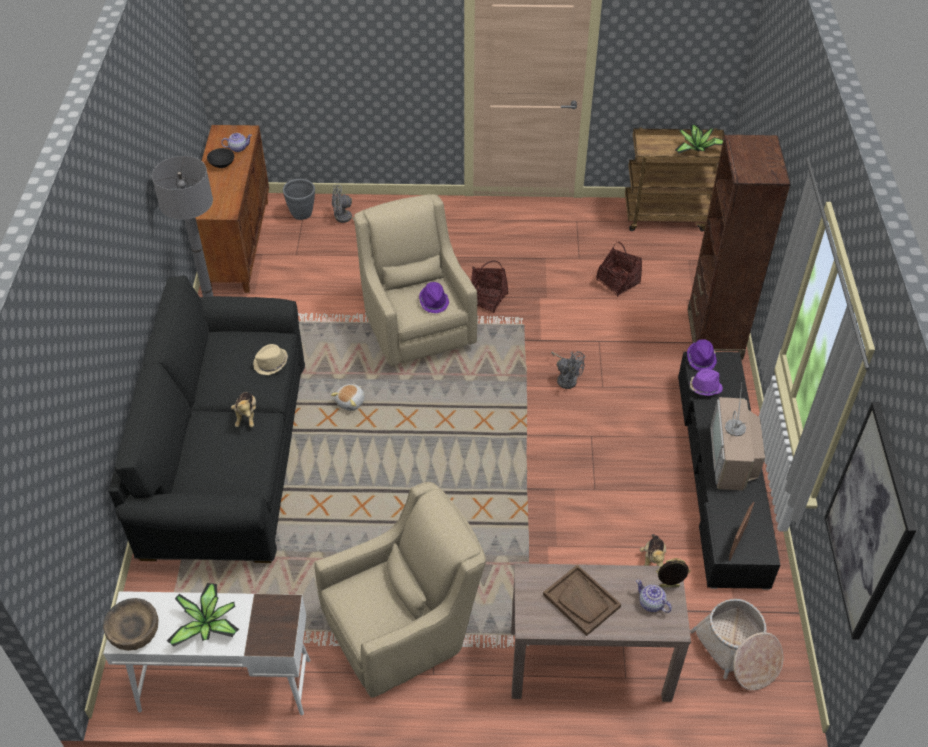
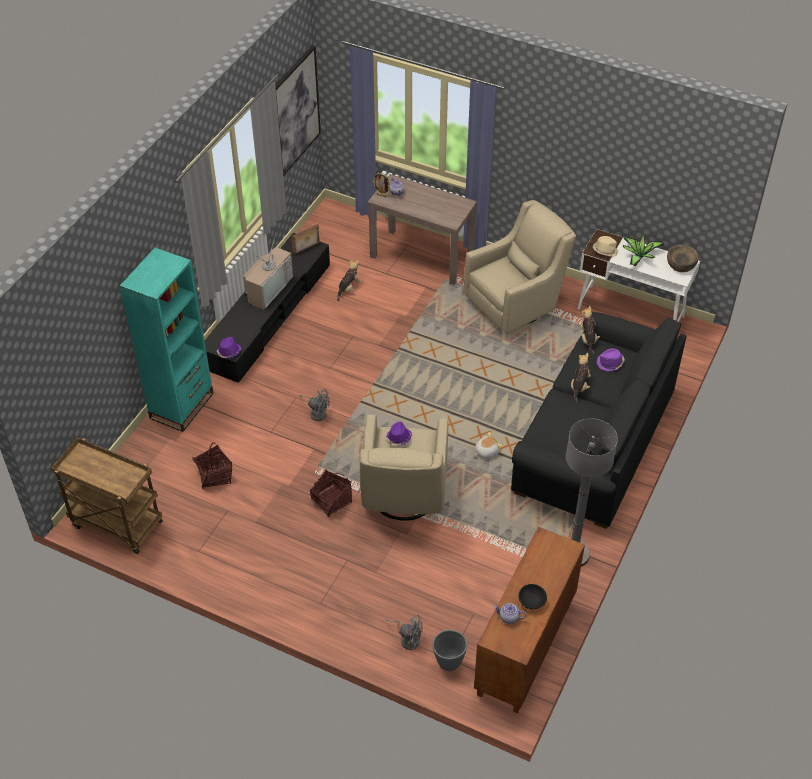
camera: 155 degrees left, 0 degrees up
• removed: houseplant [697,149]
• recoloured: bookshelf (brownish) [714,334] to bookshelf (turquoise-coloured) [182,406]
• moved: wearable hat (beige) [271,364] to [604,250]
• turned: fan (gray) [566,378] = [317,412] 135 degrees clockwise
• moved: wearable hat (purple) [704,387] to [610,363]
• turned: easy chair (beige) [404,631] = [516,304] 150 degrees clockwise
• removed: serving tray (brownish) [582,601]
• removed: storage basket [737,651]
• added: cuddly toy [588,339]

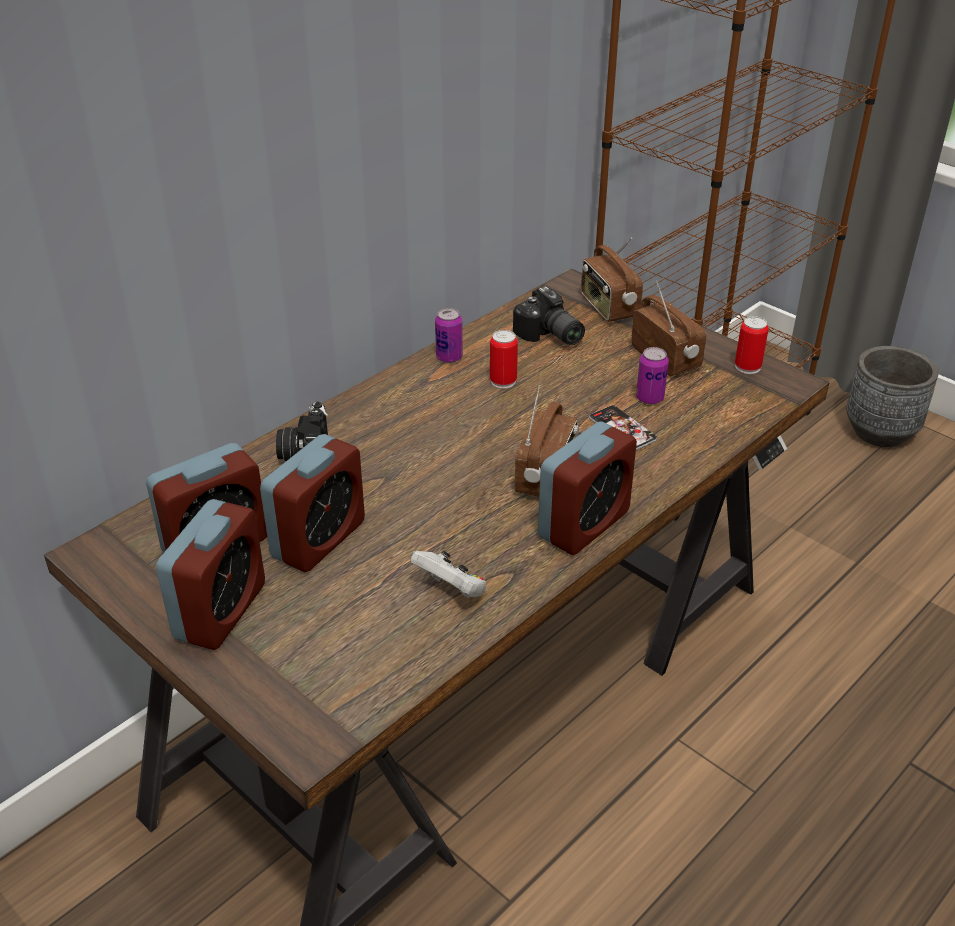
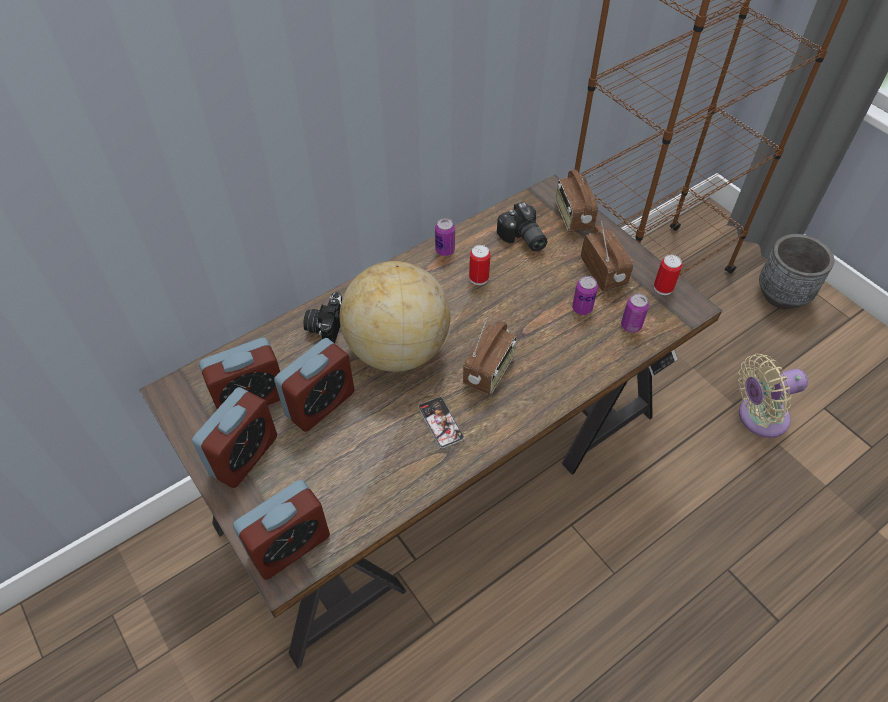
camera: 10 degrees right, 15 degrees up
• moved: handset [622,429] to [440,423]
• moved: bedside clock [584,524] to [289,545]
• removed: joypad (white) [451,590]
• added: world globe [397,349]
• added: metal can [631,326]
• added: fan (beige) [758,417]

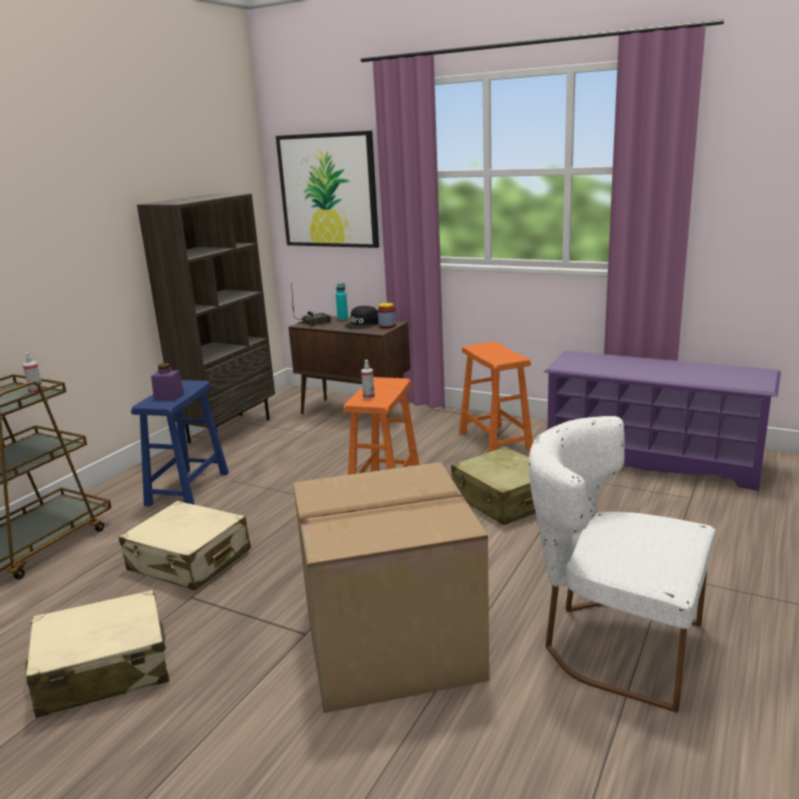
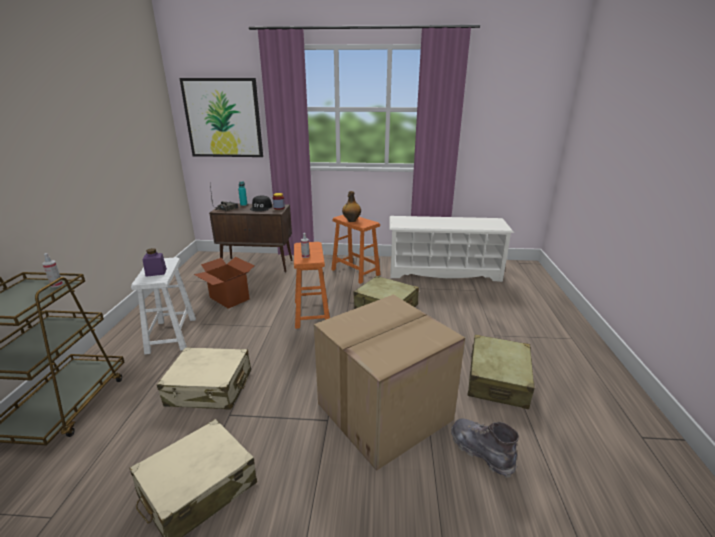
camera: 25 degrees left, 5 degrees up
• removed: bookshelf (brownish) [229,430]
• recoloured: shoe stand (purple) [653,459] to shoe stand (white) [443,271]
• recoloured: stool seat (bluish) [187,489] to stool seat (white) [171,335]
• replaced: upright chair (white) [612,644] to piece of luggage (beige) [497,380]
• added: beverage bottle [351,220]
• added: cardboard box [229,298]
• added: high-top boot (gray) [481,451]

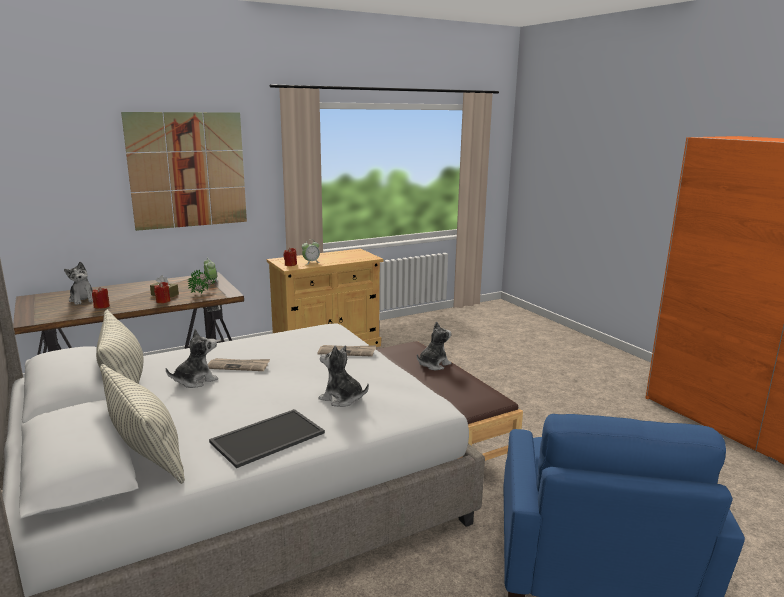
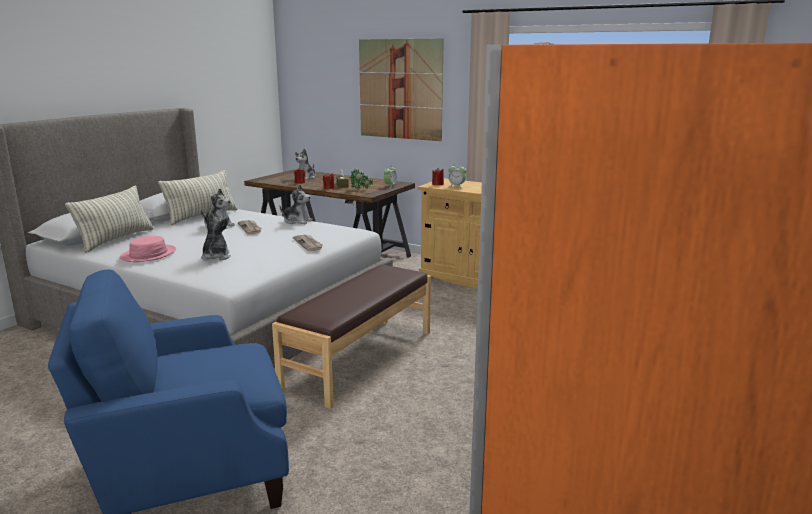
camera: 60 degrees right, 0 degrees up
• moved: cuddly toy [433,364] to [297,221]
• replaced: serving tray [268,436] to wearable hat (pink-coloured) [148,254]

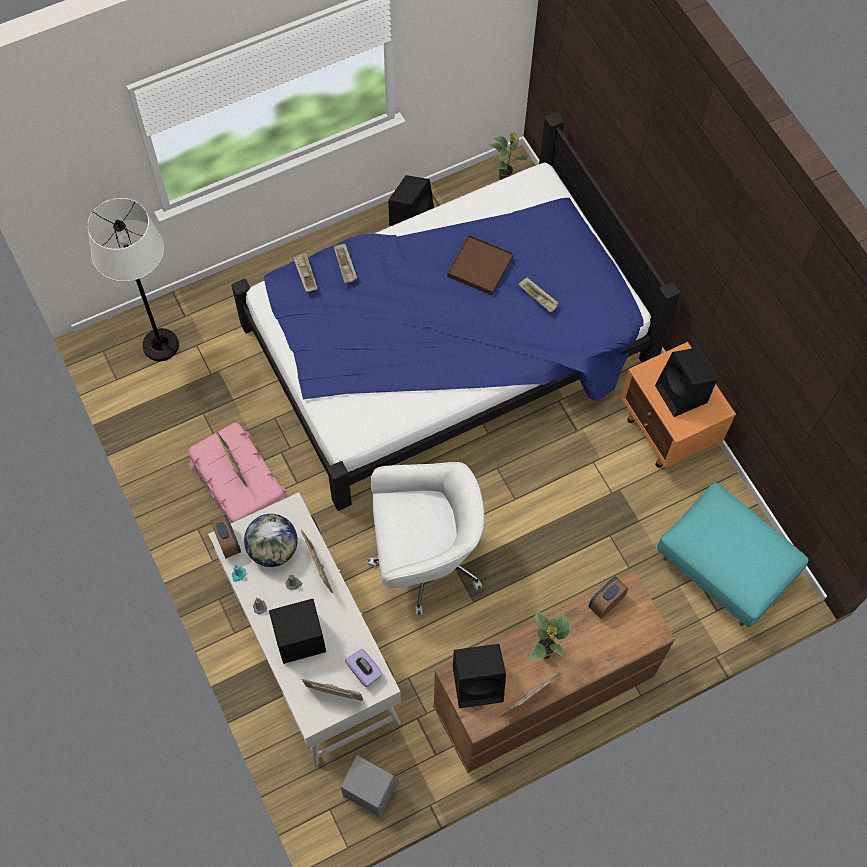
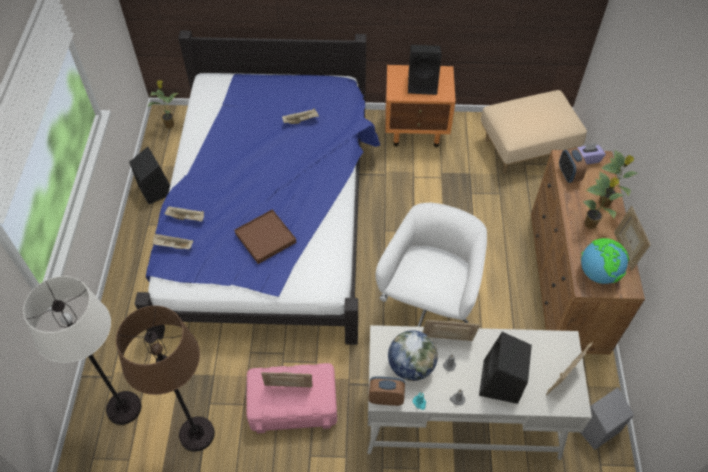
camera: 60 degrees left, 10 degrees down
• moved: serving tray (brownish) [480,267] to [265,238]
• recoloured: footrest (turquoise-coloured) [723,569] to footrest (beige) [526,148]
• replaced: loudspeaker (black-coloured) [479,683] to world globe [598,273]
• moved: tissue holder (purple) [364,671] to [586,159]
• added: houseplant [605,203]
• added: floor lamp (brownish) [196,434]

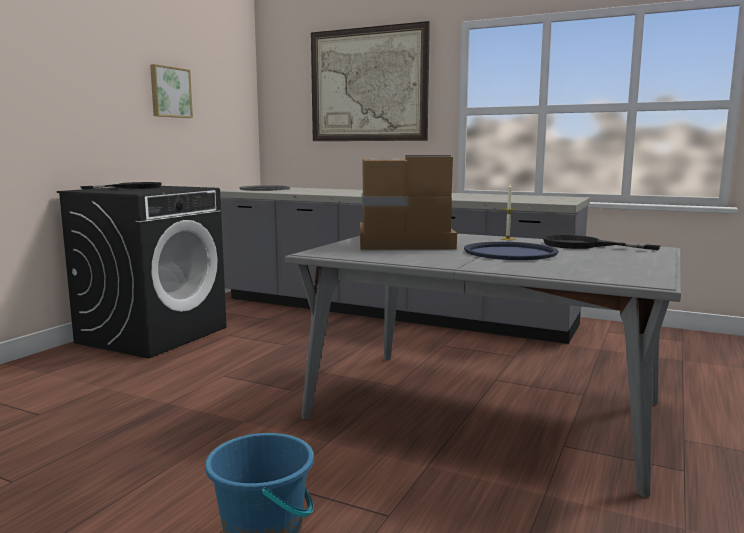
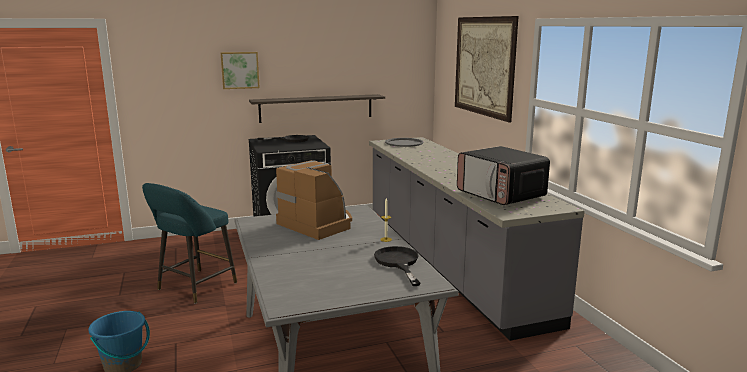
camera: 45 degrees right, 5 degrees up
• moved: picture [170,92] to [240,70]
• removed: serving tray (bluish) [510,253]
• added: bracket shelf [316,108]
• added: kitchen microwave [501,195]
• added: stool seat (turquoise-coloured) [194,288]

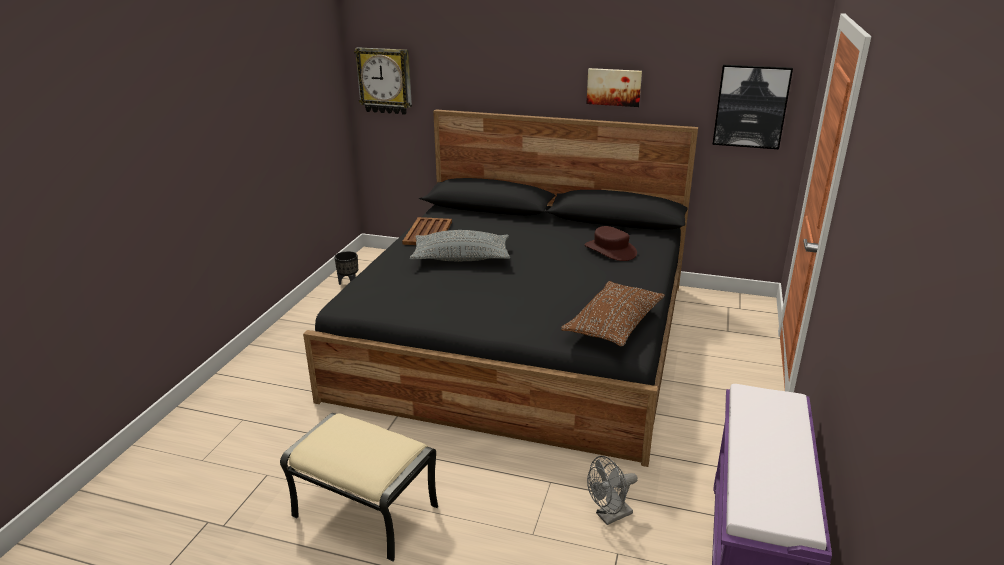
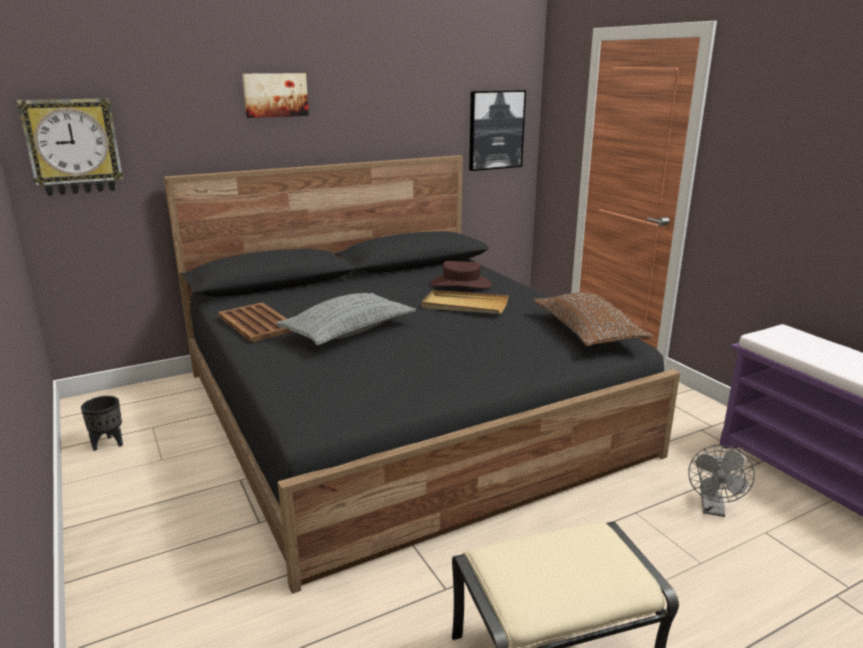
camera: 45 degrees left, 5 degrees down
• moved: picture [614,87] to [275,95]
• added: serving tray (beige) [464,305]

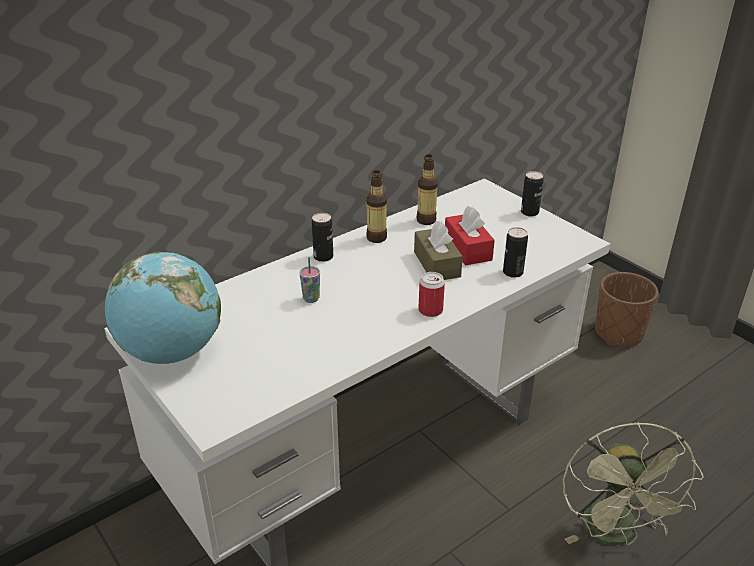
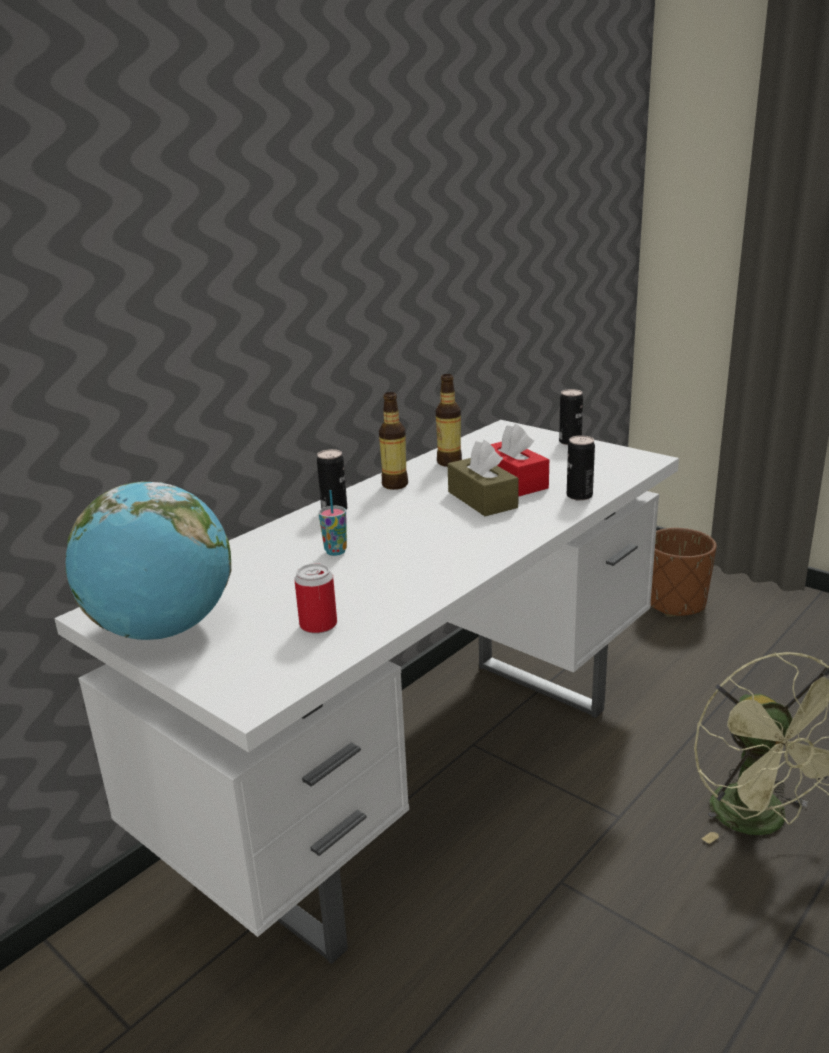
camera: 10 degrees left, 10 degrees down
• moved: metal can [430,310] to [318,625]

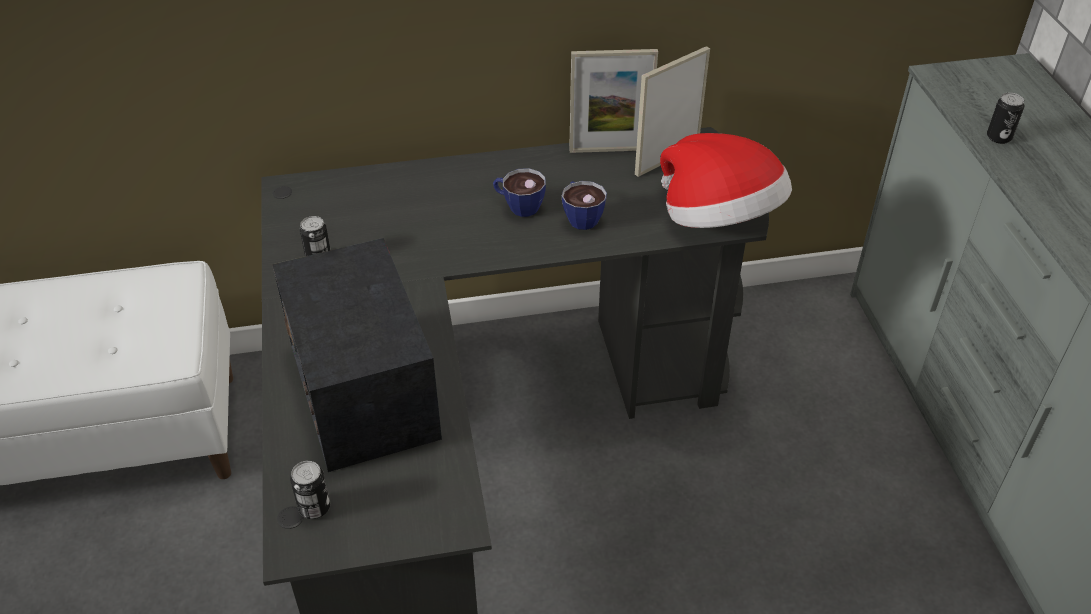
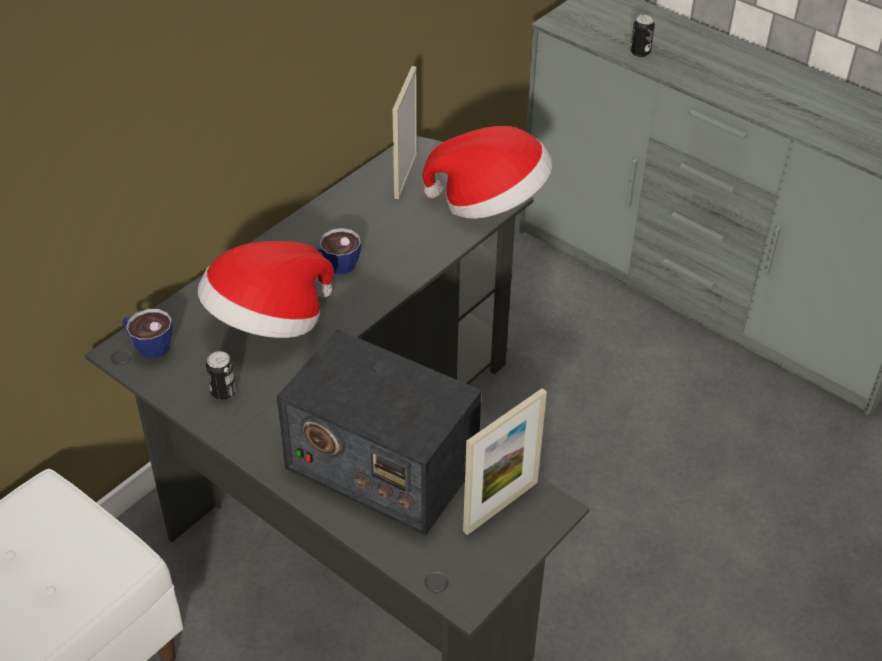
camera: 40 degrees left, 0 degrees up
• moved: picture frame [609,149] to [501,506]
• moved: small cup [580,216] to [148,345]
• removed: metal can [314,507]
• added: wearable hat [268,322]

